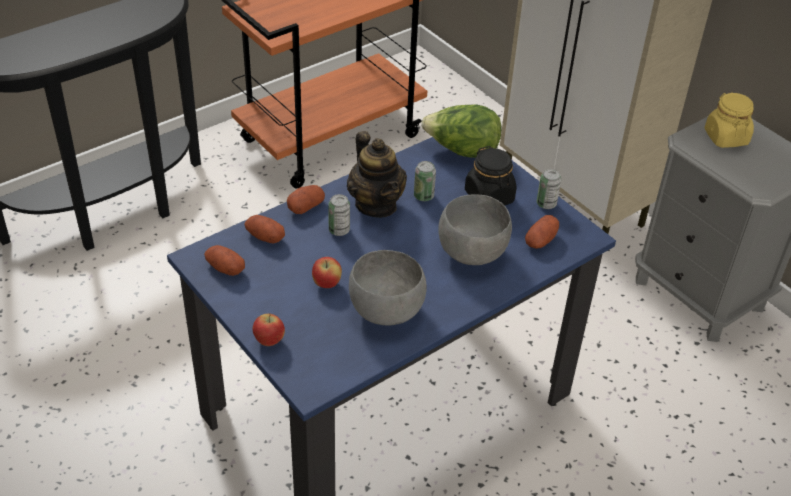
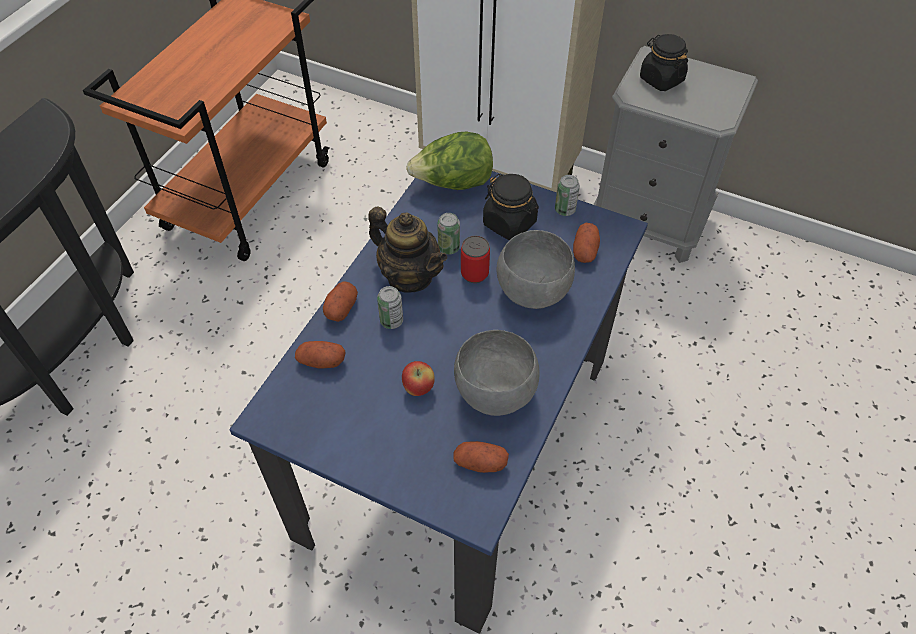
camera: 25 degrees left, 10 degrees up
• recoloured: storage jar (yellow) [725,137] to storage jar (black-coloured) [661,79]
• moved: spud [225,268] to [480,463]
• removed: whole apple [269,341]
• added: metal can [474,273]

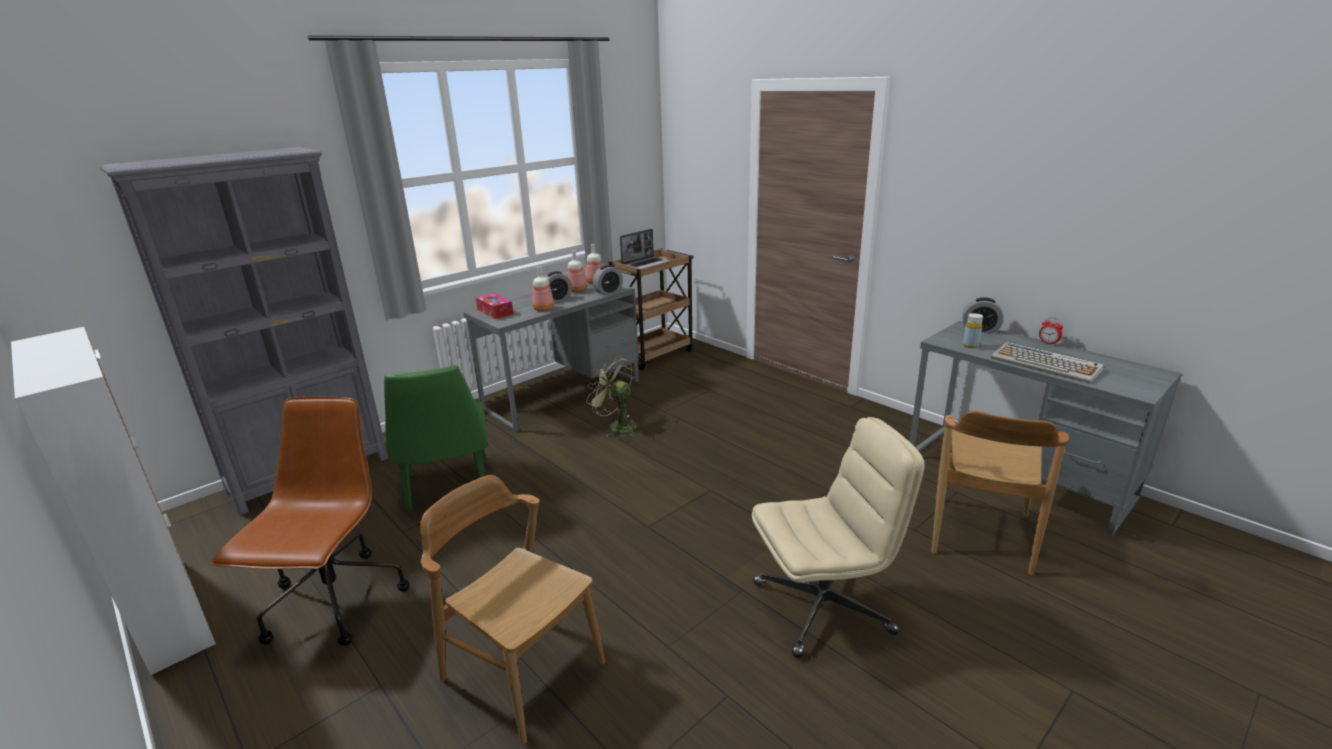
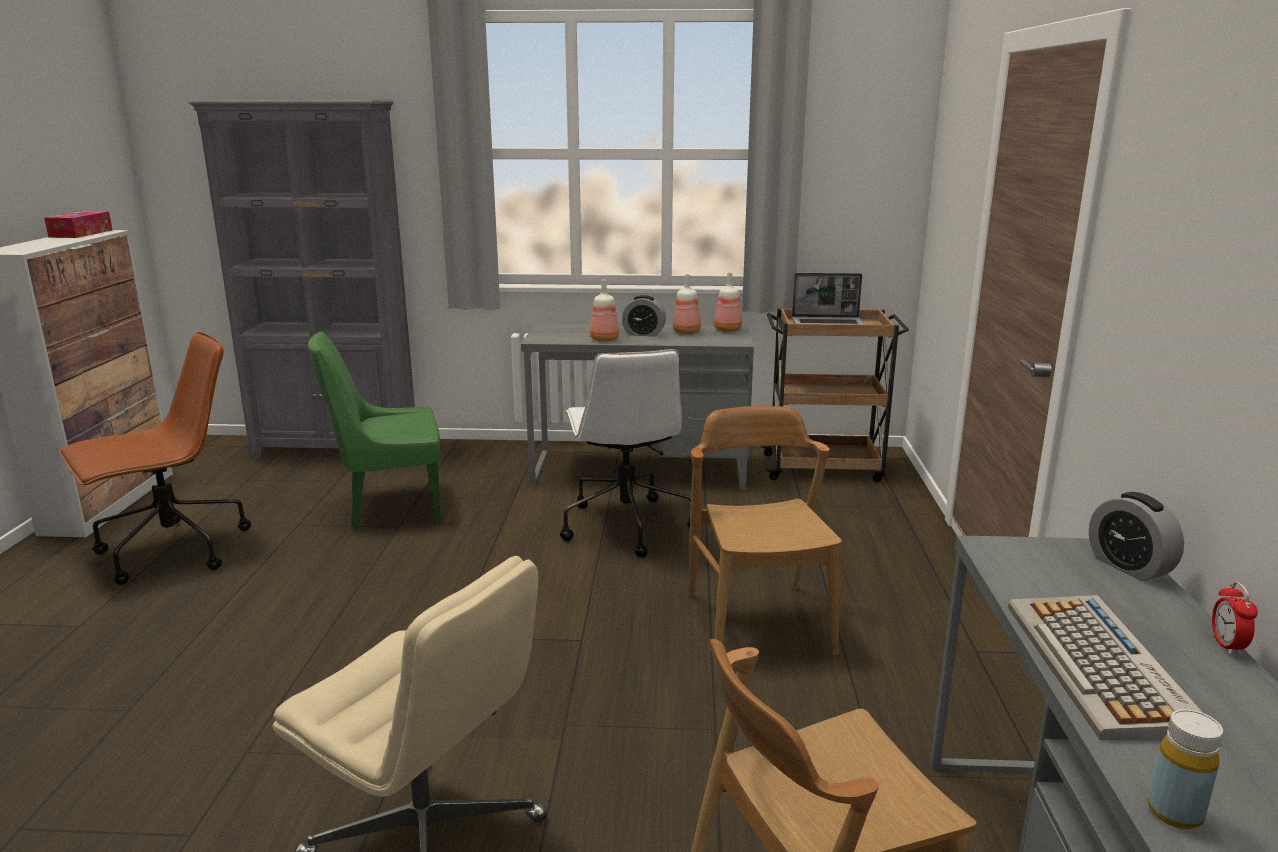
camera: 45 degrees right, 5 degrees down
• removed: bedside clock [608,292]
• moved: tissue holder [495,312] to [81,233]
• moved: beverage bottle (yellow) [970,345] to [1175,813]
• replaced: fan (greenish) [616,426] to office chair (white) [625,525]
• turned: upright chair (greenish) [448,487] = [389,507] 45 degrees clockwise
• moved: upright chair (brownish) [523,670] to [759,622]

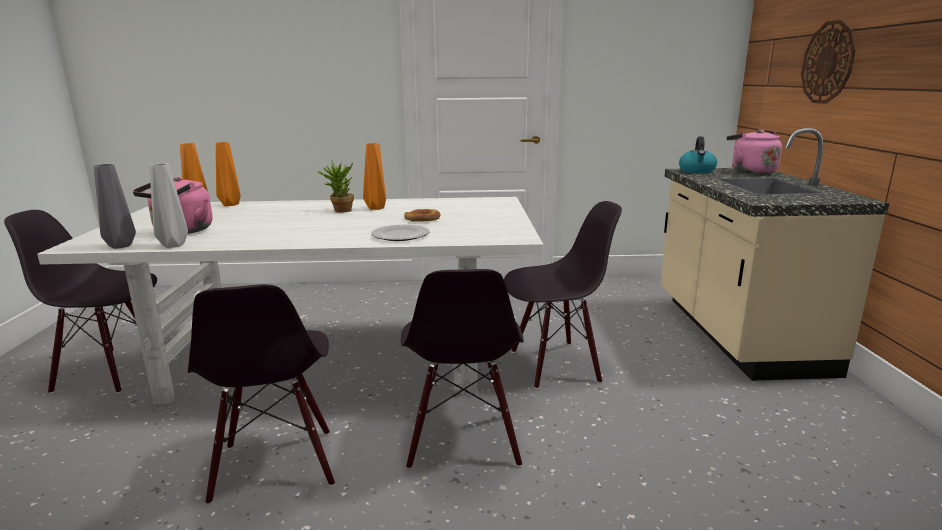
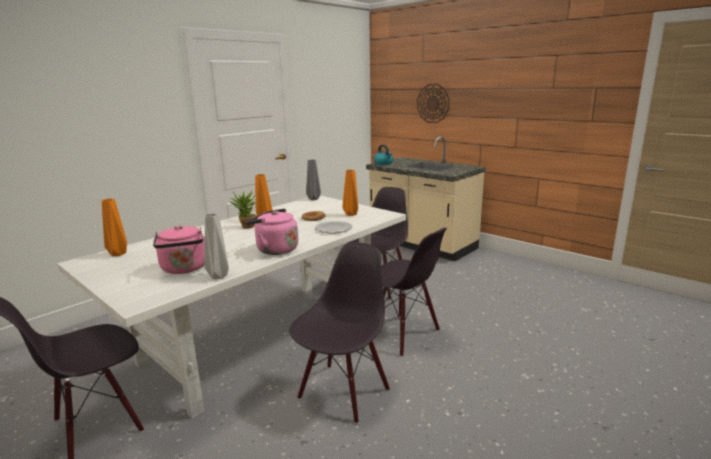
camera: 45 degrees left, 0 degrees up
• moved: kettle (pink-coloured) [750,171] to [274,250]
• moved: decorative vase (orangey) [230,204] to [350,214]
• moved: decorative vase (gray) [122,245] to [313,199]
• turned: upright chair (black-coloured) [276,466] = [343,392] 90 degrees counterclockwise

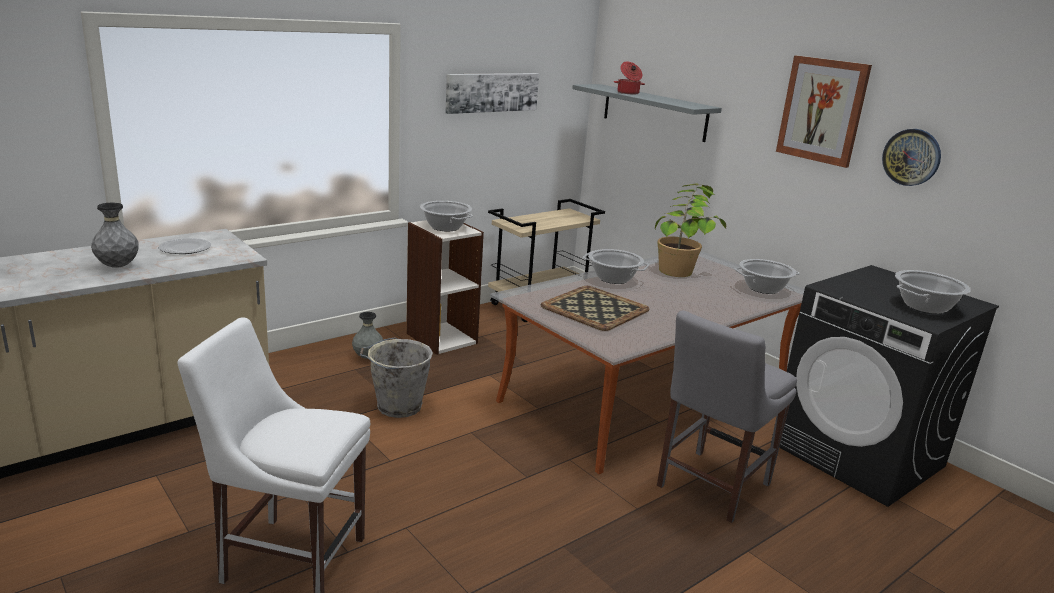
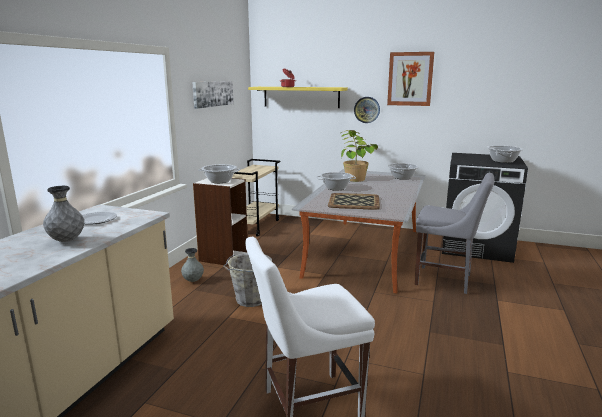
camera: 30 degrees left, 5 degrees down
• recoloured: bracket shelf (gray) [654,112] to bracket shelf (yellow) [301,97]
• moved: wall clock [911,157] to [367,109]
• turned: upright chair (gray) [709,487] = [446,280] 75 degrees counterclockwise

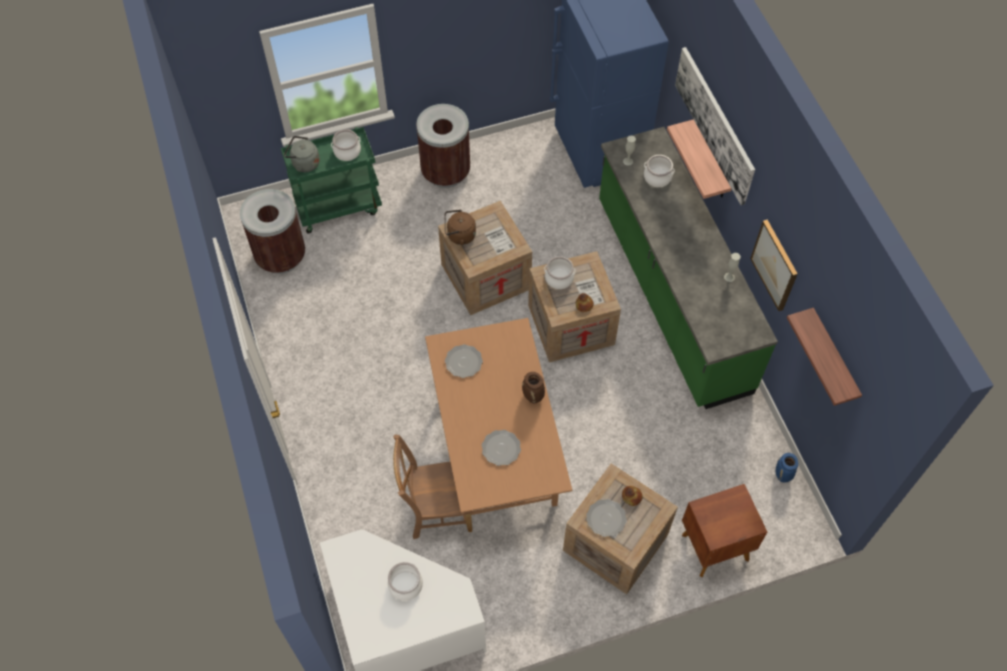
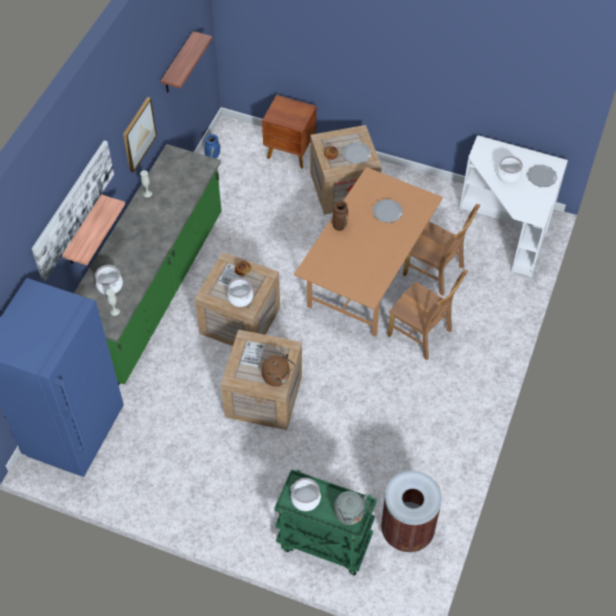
camera: 140 degrees left, 5 degrees down
• removed: trash can (brownish) [446,172]
• moved: dinner plate [463,362] to [541,177]
• added: upright chair (brownish) [421,334]

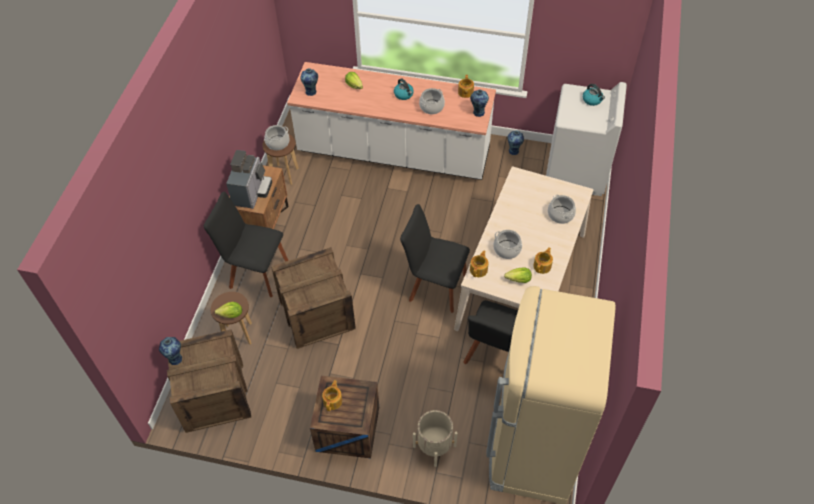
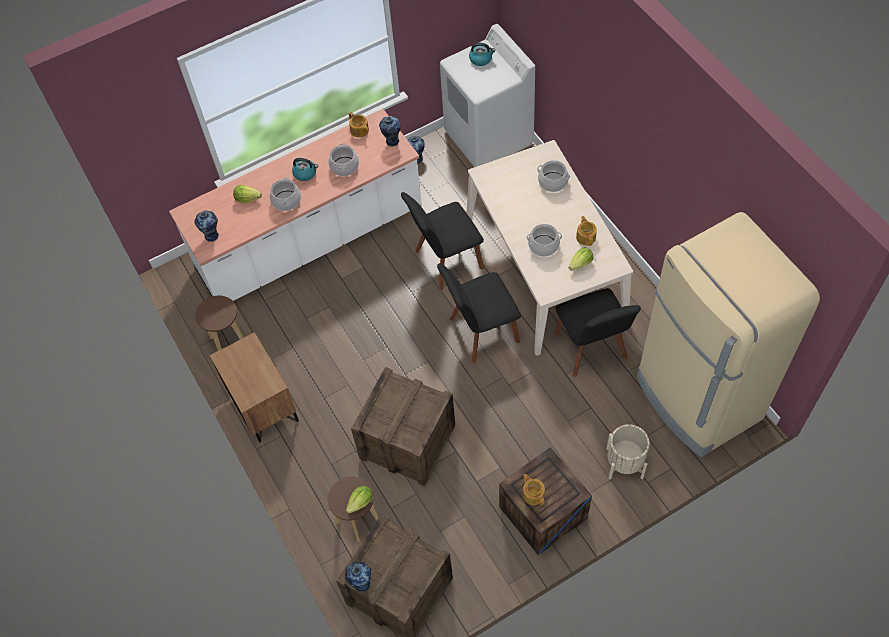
camera: 40 degrees left, 5 degrees up
• moved: saucepot [277,143] to [286,200]
• removed: coffee machine [251,192]
• moved: upright chair (black-coloured) [255,272] to [446,261]
• removed: tea pot [479,269]

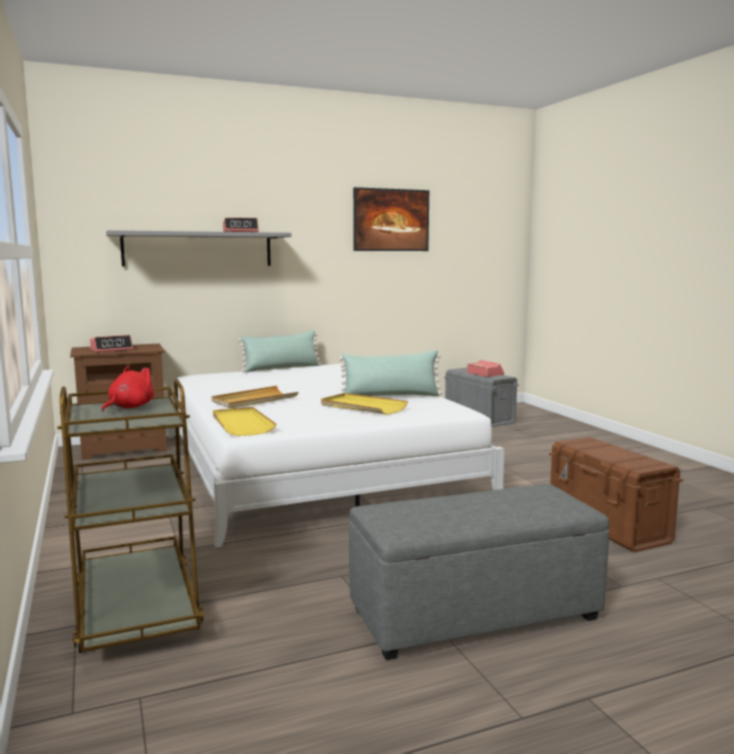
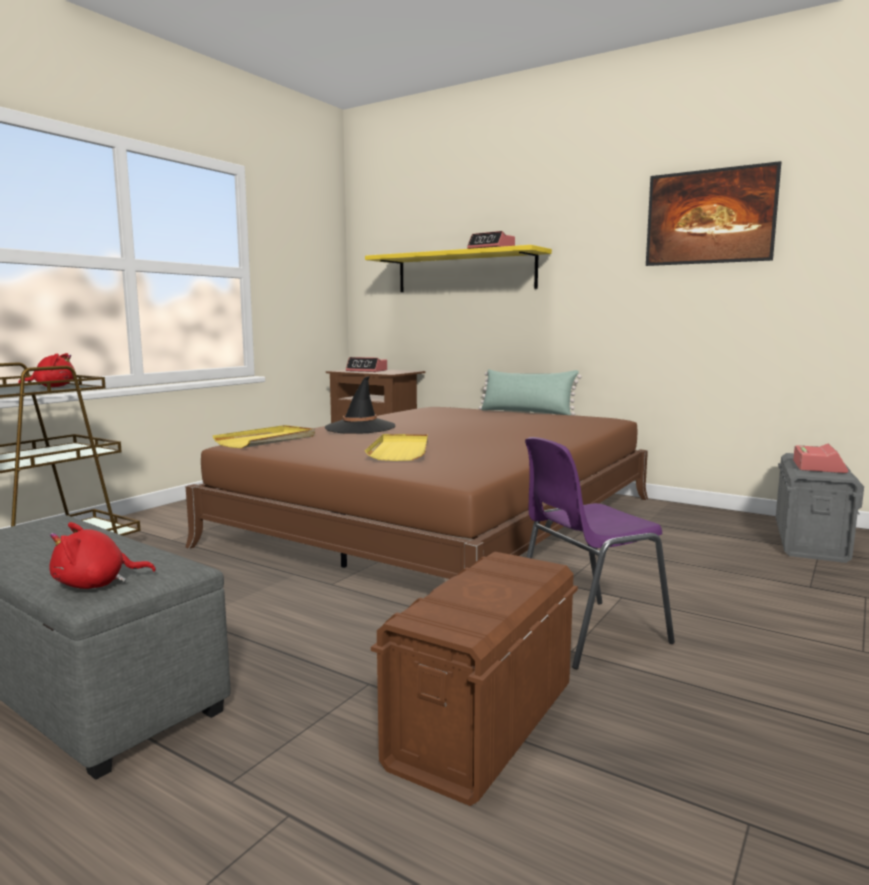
camera: 55 degrees right, 0 degrees up
• recoloured: bracket shelf (gray) [198,249] to bracket shelf (yellow) [465,272]
• removed: throw pillow (greenish) [391,396]
• recoloured: bed (white) [311,464] to bed (brownish) [443,520]
• replaced: serving tray (beige) [254,400] to wearable hat (black-coloured) [360,428]
• added: upright chair (purple) [586,634]
• added: cuddly toy (red-coloured) [96,584]

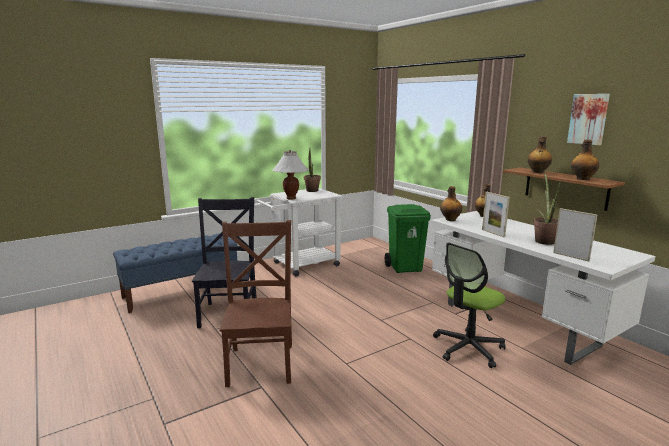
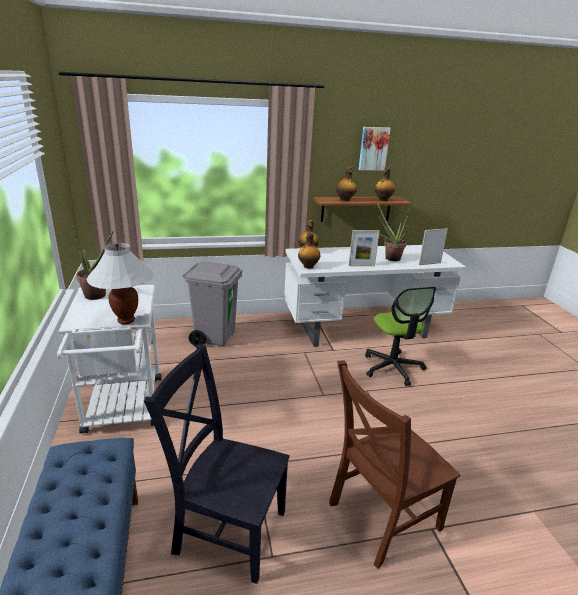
camera: 70 degrees left, 10 degrees up
• recoloured: trash can (greenish) [405,268] to trash can (gray) [214,337]
• turned: upright chair (brownish) [261,362] = [380,517] 45 degrees counterclockwise

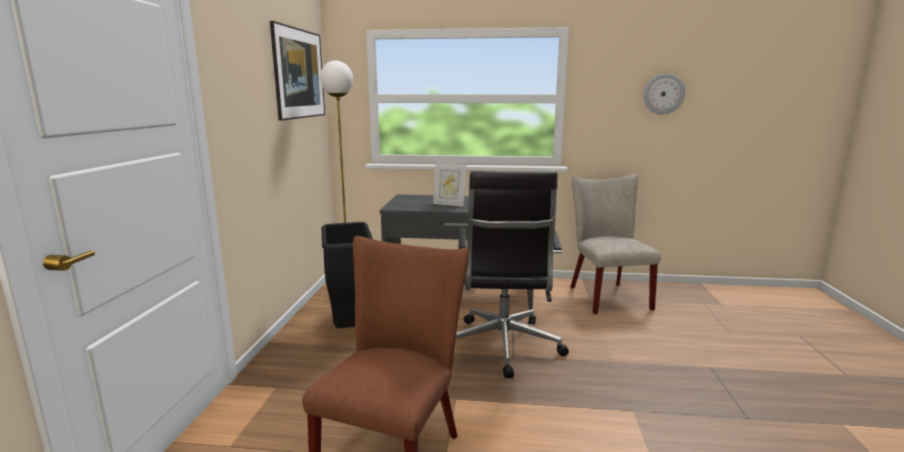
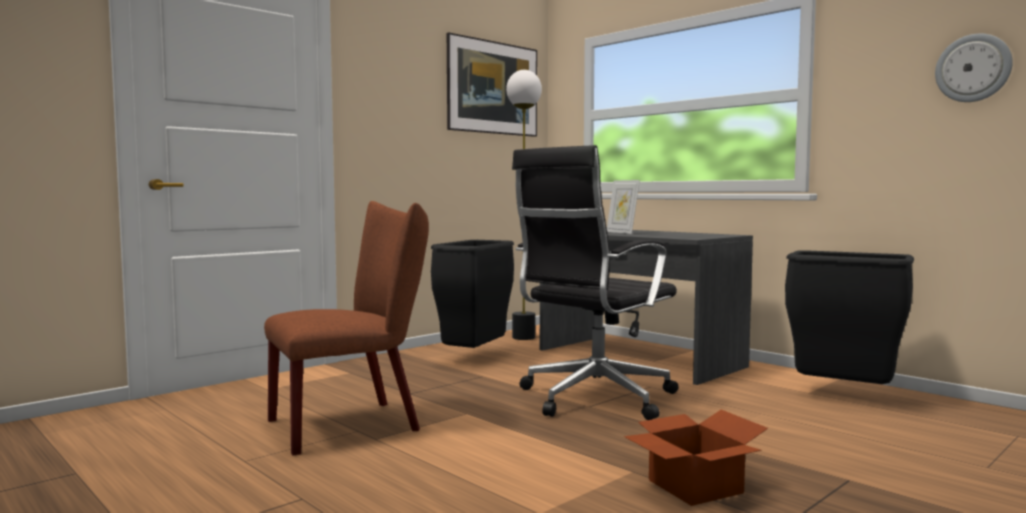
camera: 40 degrees right, 10 degrees down
• replaced: upright chair (beige) [605,295] to trash can (black-coloured) [843,395]
• added: cardboard box [692,486]

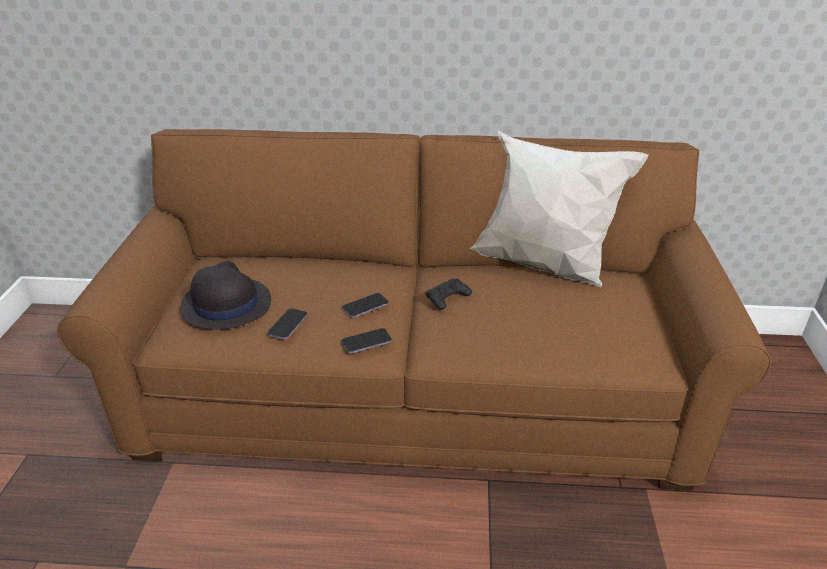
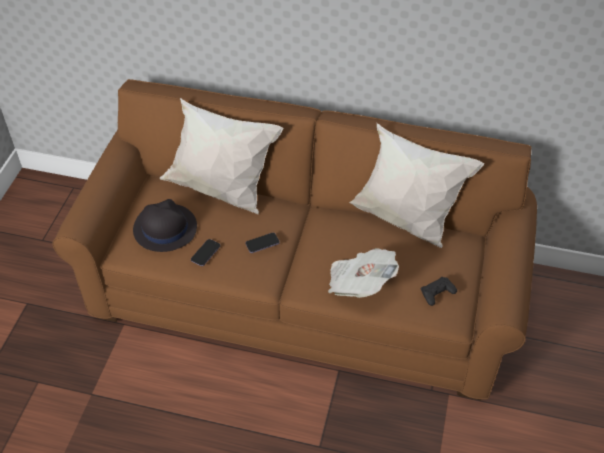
camera: 10 degrees right, 15 degrees up
• moved: joypad (black-coloured) [447,297] to [437,293]
• removed: handset [366,342]
• added: throw pillow (white) [221,192]
• added: daily paper [359,283]

